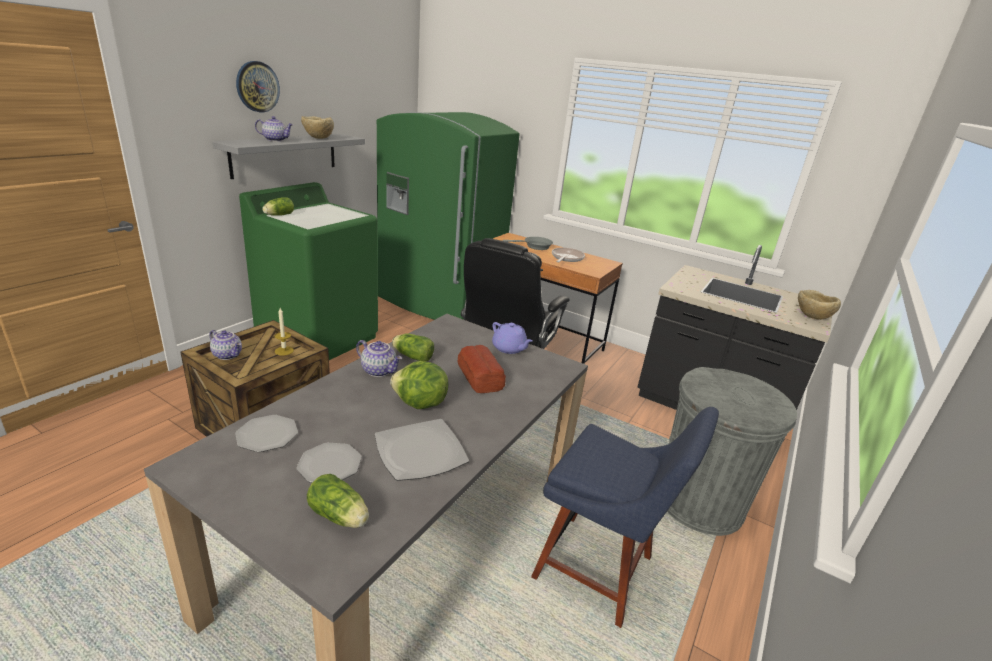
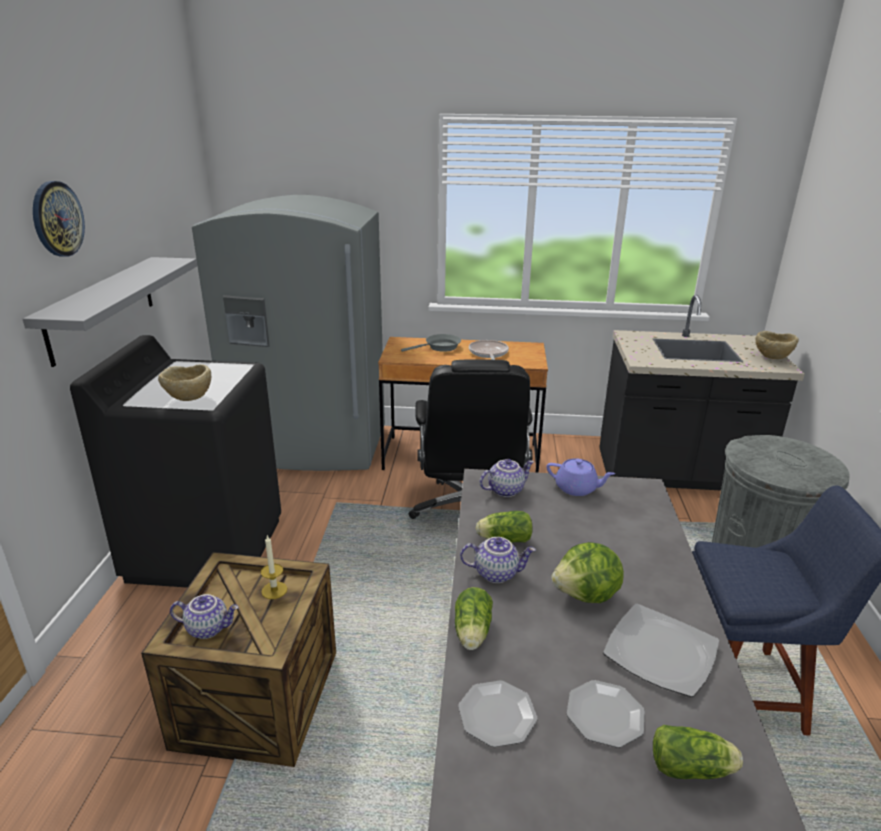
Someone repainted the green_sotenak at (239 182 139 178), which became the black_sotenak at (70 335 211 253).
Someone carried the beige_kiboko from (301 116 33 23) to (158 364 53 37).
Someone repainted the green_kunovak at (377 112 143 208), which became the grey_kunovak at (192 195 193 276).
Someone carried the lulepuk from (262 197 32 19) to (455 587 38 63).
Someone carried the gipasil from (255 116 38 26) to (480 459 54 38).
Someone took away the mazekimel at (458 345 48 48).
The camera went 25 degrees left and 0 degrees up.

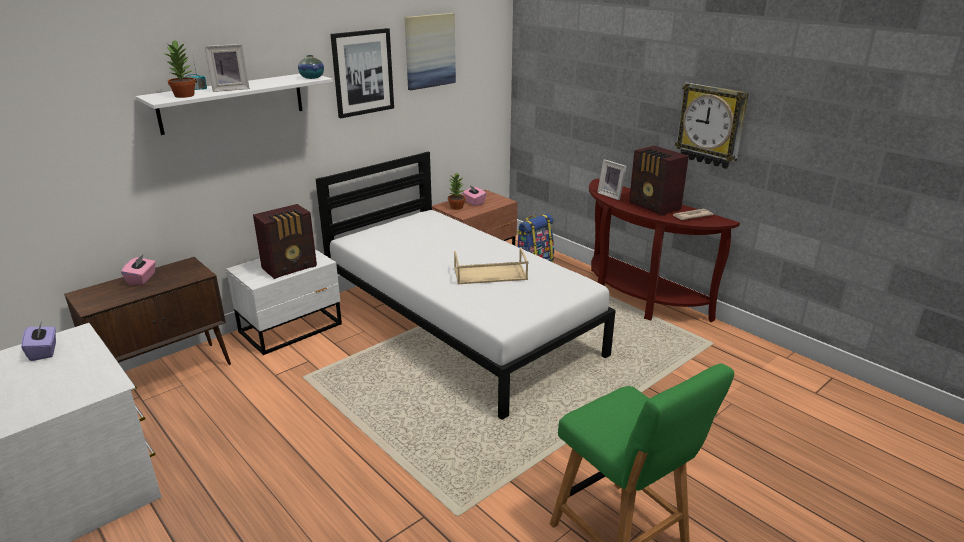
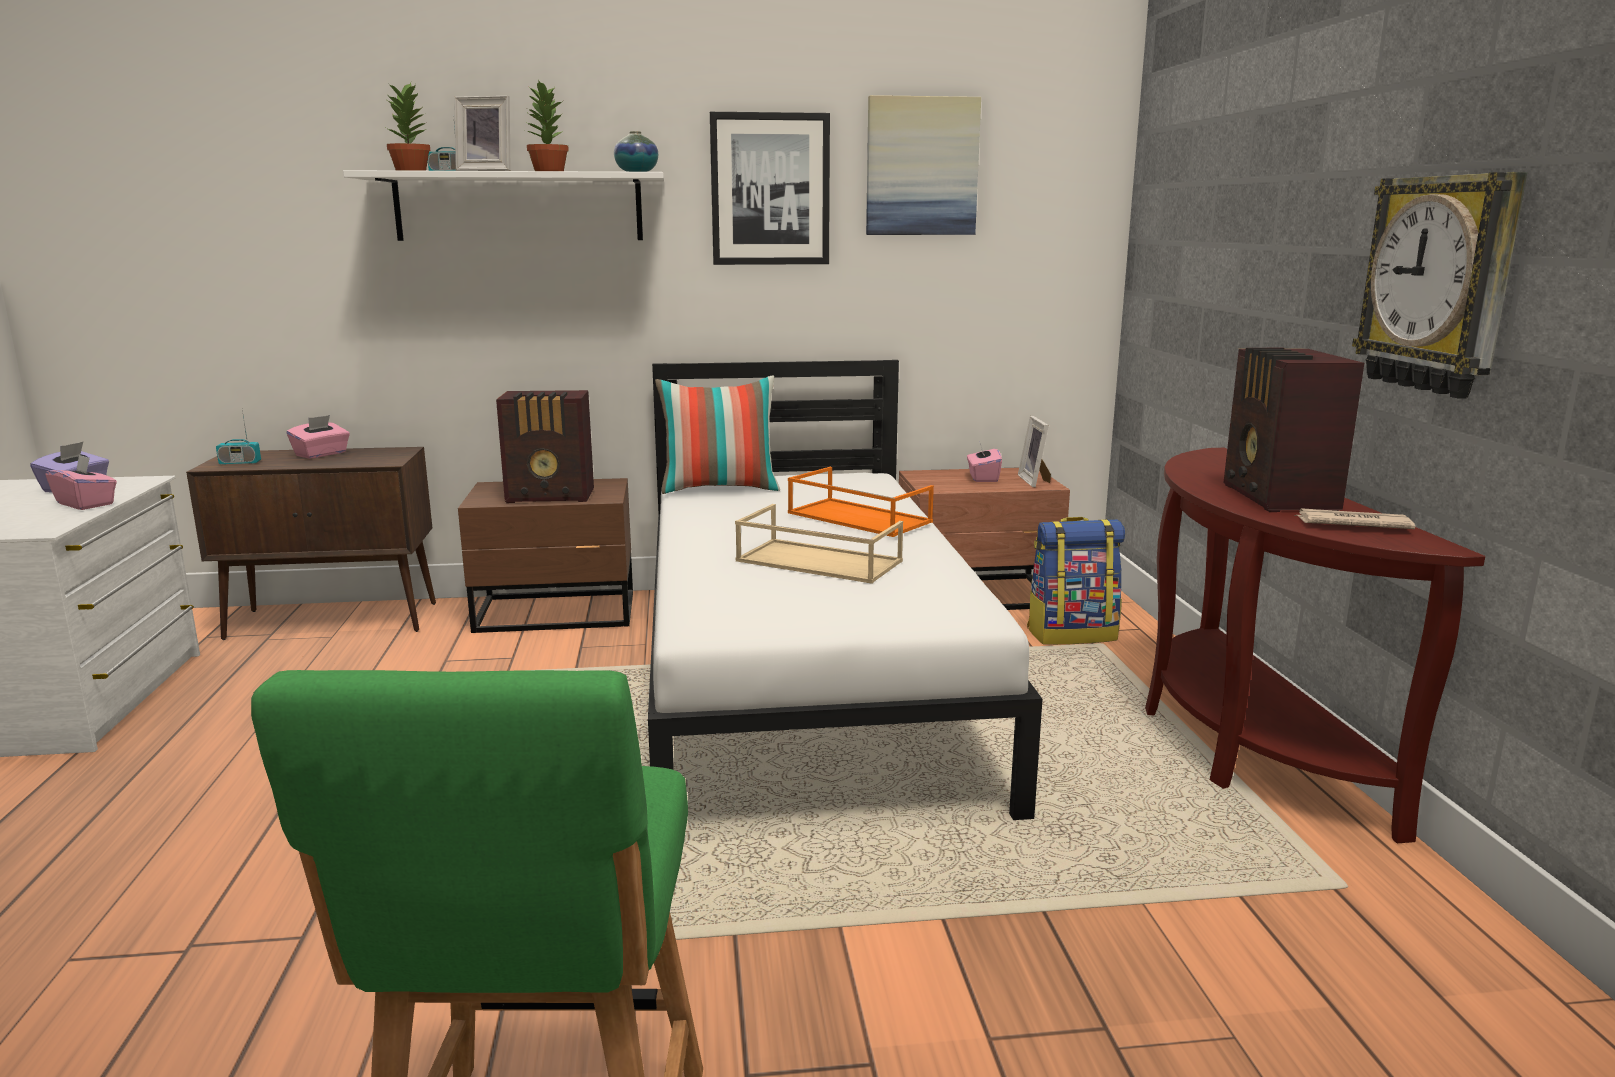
Someone put down the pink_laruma at (45 454 72 56).
Someone put down the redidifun at (216 410 45 55).
Someone repainted the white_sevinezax at (226 249 116 106), which became the brown_sevinezax at (458 478 175 155).
Someone carried the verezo from (448 173 17 37) to (525 81 44 90).
Someone put down the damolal at (655 376 125 118).
Someone put down the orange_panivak at (788 467 146 70).
Someone carried the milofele from (597 159 30 41) to (1018 416 33 71).
The camera went 35 degrees right and 10 degrees down.

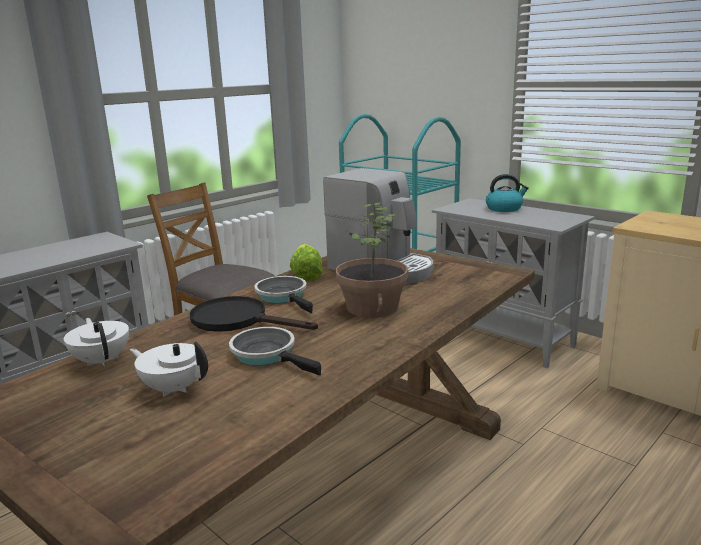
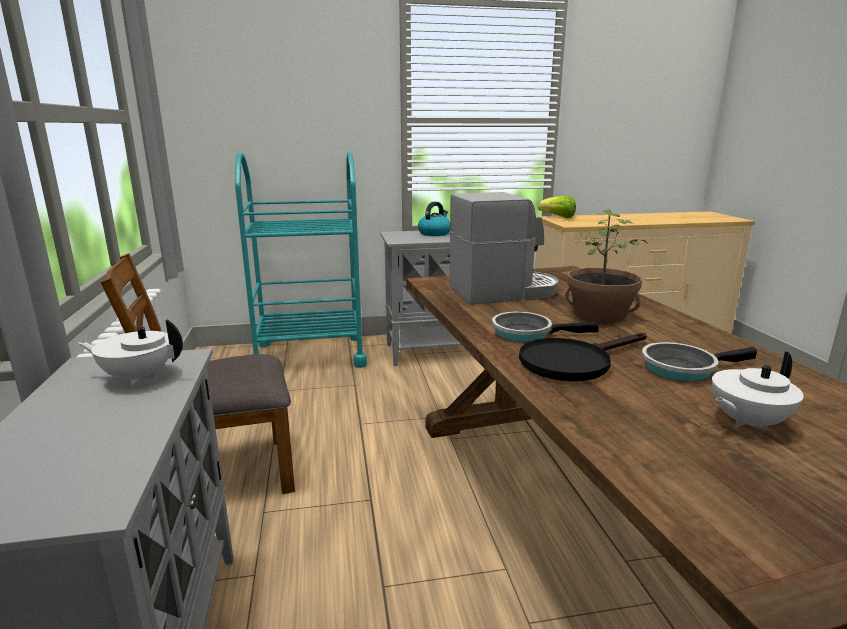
Someone carried the white_gipasil from (64 318 65 49) to (78 319 105 66).
Someone carried the lulepuk from (290 244 33 38) to (538 196 38 22).
The camera went 55 degrees left and 0 degrees up.

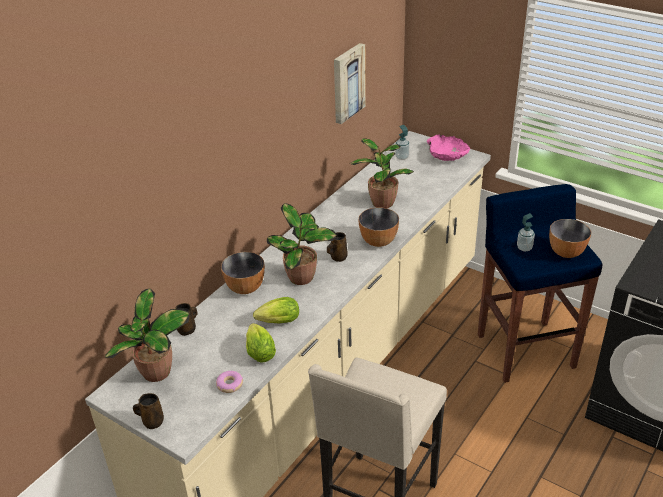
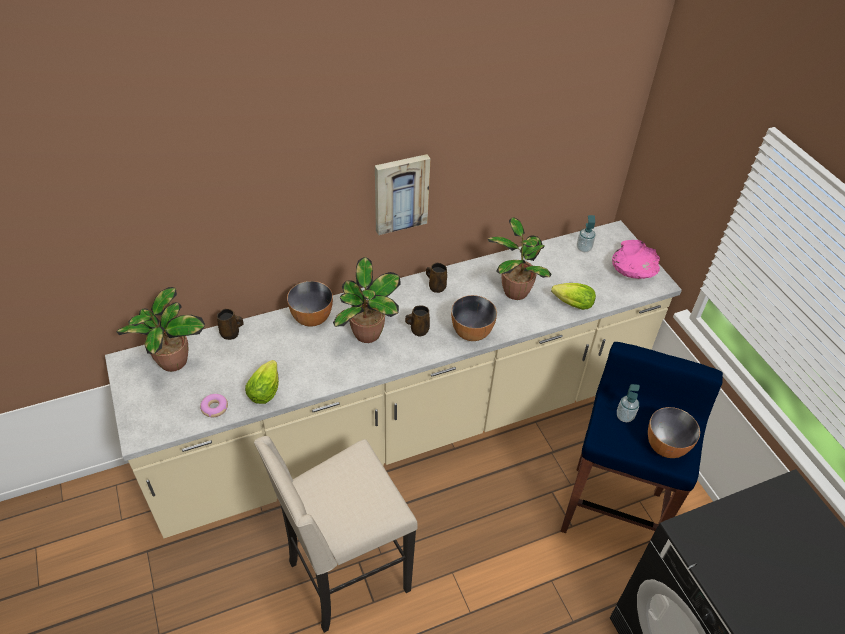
Someone carried the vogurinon from (334 43 32 81) to (375 154 55 81).
Someone carried the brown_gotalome from (133 393 31 36) to (426 263 21 30).
Someone carried the lulepuk from (253 297 46 26) to (551 283 45 27).
The camera went 30 degrees right and 10 degrees up.

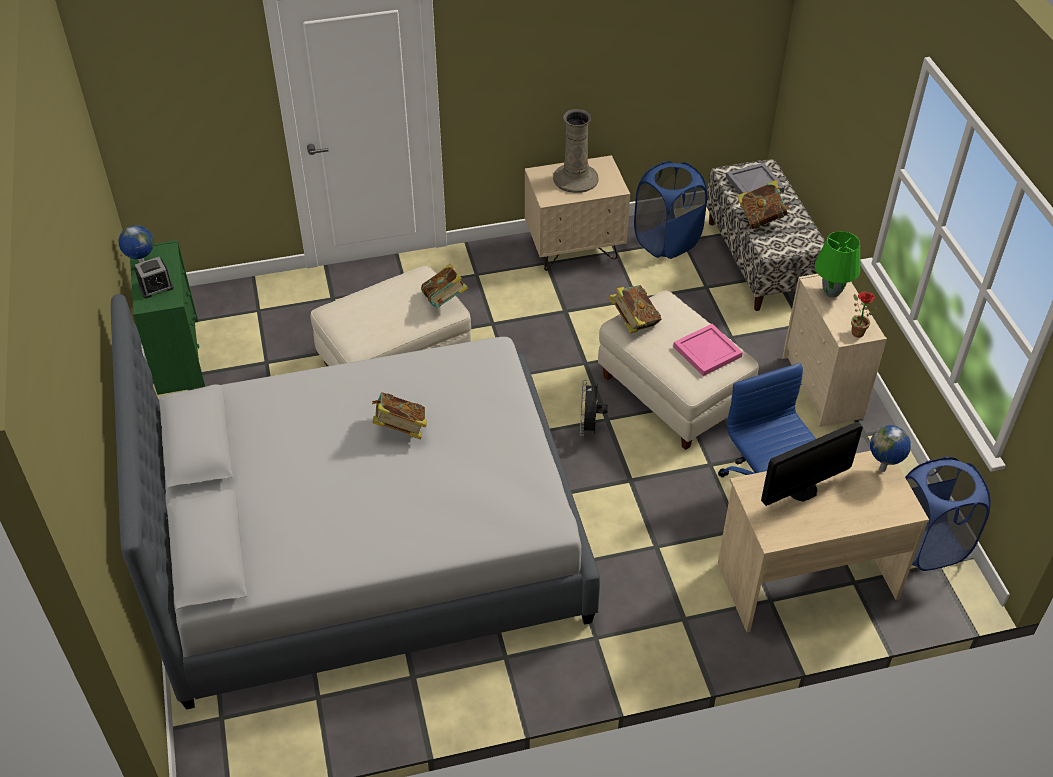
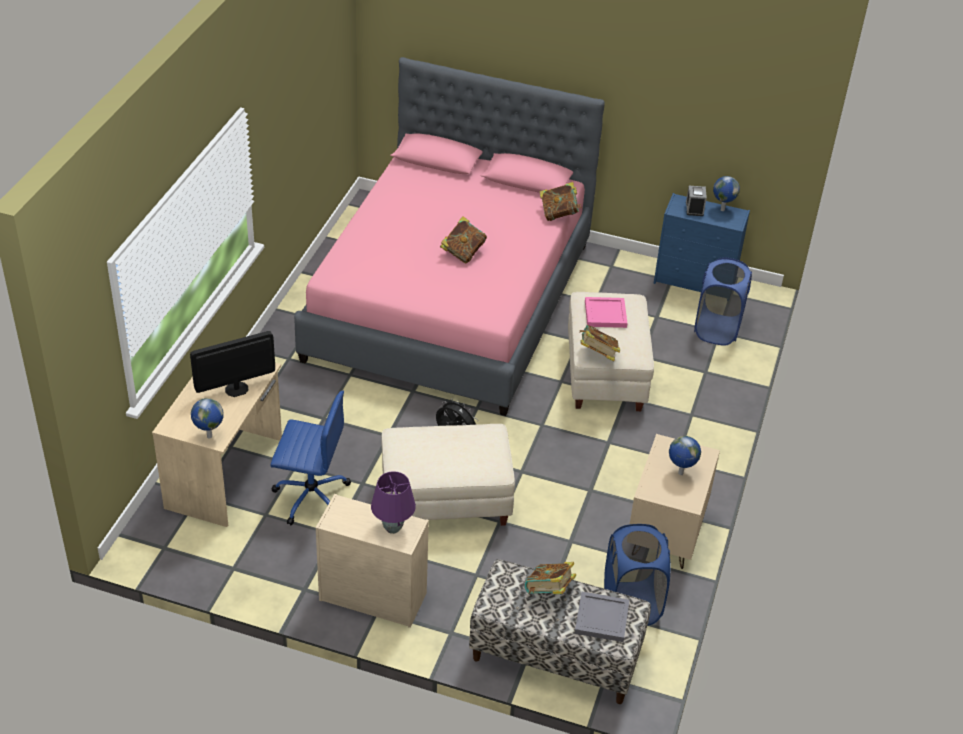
Someone rotated the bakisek at (761 422 102 84) by 60 degrees clockwise.
Someone repainted the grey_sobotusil at (111 294 489 416), which became the pink_sobotusil at (294 57 311 359).
Someone repainted the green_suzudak at (815 231 45 66), which became the purple_suzudak at (371 471 45 63).
Someone carried the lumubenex from (608 285 54 48) to (540 182 42 39).
Someone carried the pink_panivak from (673 324 70 52) to (585 297 42 31).
Someone repainted the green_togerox at (130 240 75 155), which became the blue_togerox at (654 193 96 99).
Someone swapped the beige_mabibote at (553 109 46 84) for the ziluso at (669 436 32 39).
Someone carried the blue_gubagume from (905 457 86 114) to (694 257 58 89).
Someone took away the verezo at (851 291 26 46).
The camera went 120 degrees right and 5 degrees down.

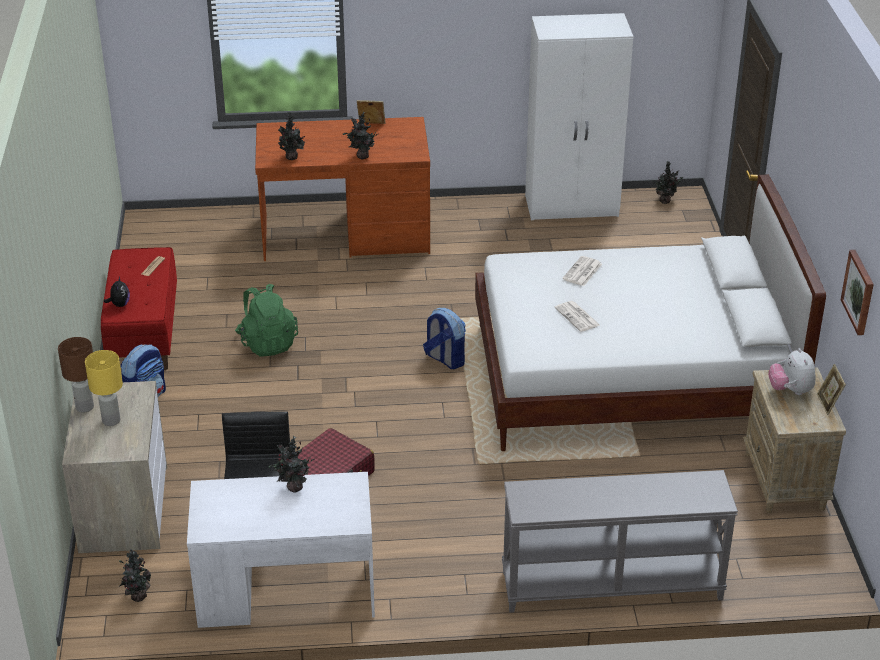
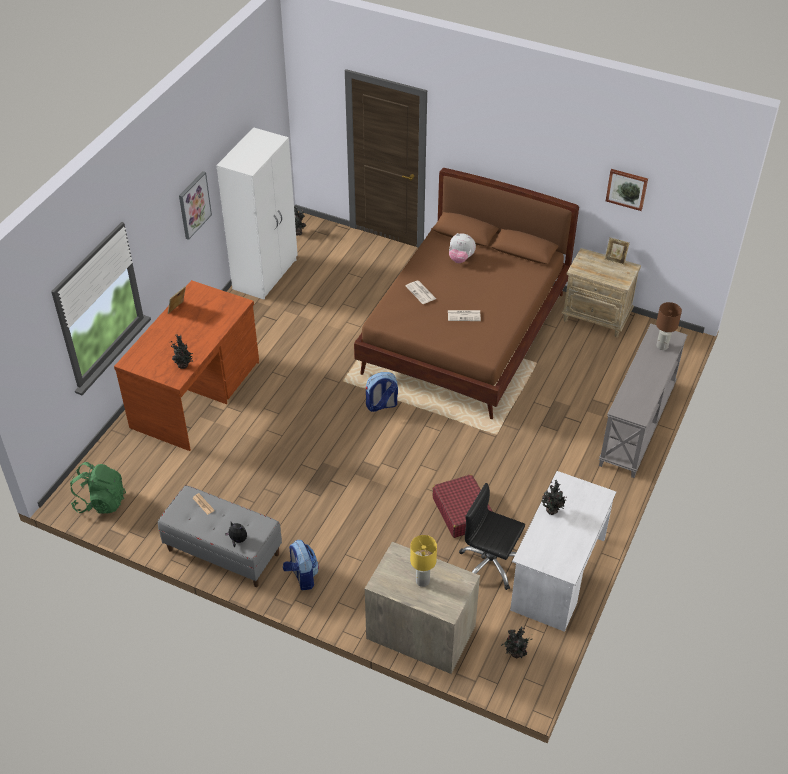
Someone carried the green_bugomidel from (235 283 63 74) to (70 462 56 52).
Someone repainted the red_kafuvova at (101 247 76 123), which became the grey_kafuvova at (158 485 124 102).
Someone put up the vogurinon at (179 171 33 69).
Someone repainted the white_sobotusil at (475 175 351 276), which became the brown_sobotusil at (354 168 225 251).
Someone carried the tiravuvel from (768 348 48 47) to (449 233 27 30).
Someone carried the brown_suzudak from (58 337 36 76) to (656 302 26 48).
Someone took away the verezo at (343 111 35 48).
The camera went 60 degrees left and 10 degrees up.

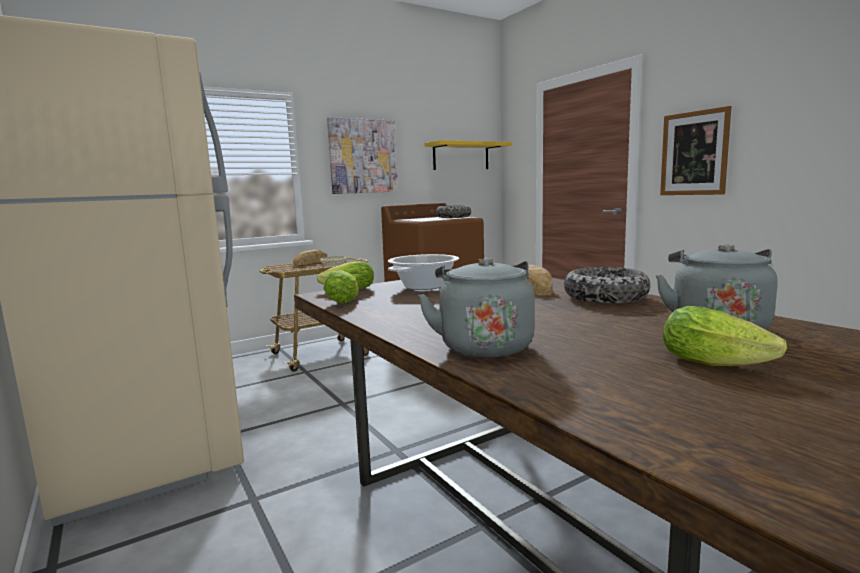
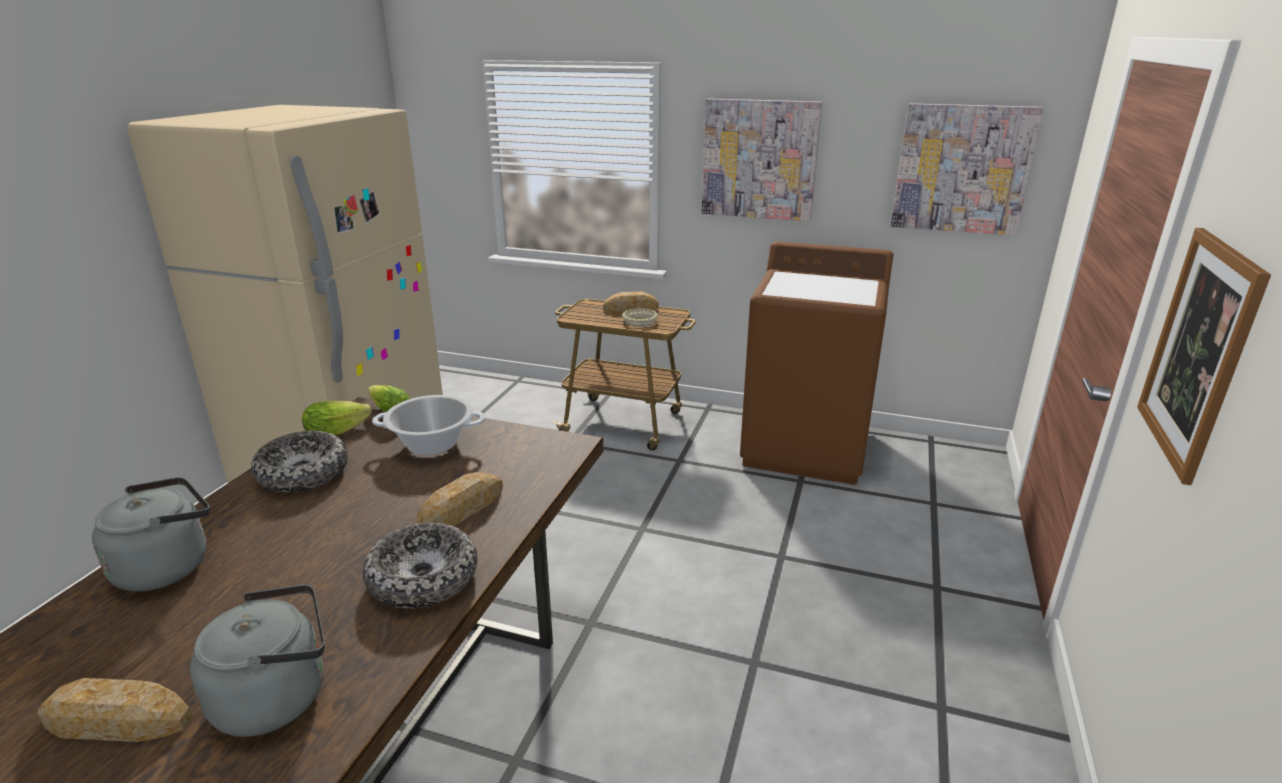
Someone swapped the lulepuk at (663 306 124 60) for the mazekimel at (37 678 156 64).
Someone carried the kiboko from (436 205 35 13) to (251 431 97 61).
Someone swapped the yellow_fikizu at (424 140 88 30) for the vogurinon at (891 103 153 132).
The camera went 50 degrees right and 15 degrees up.

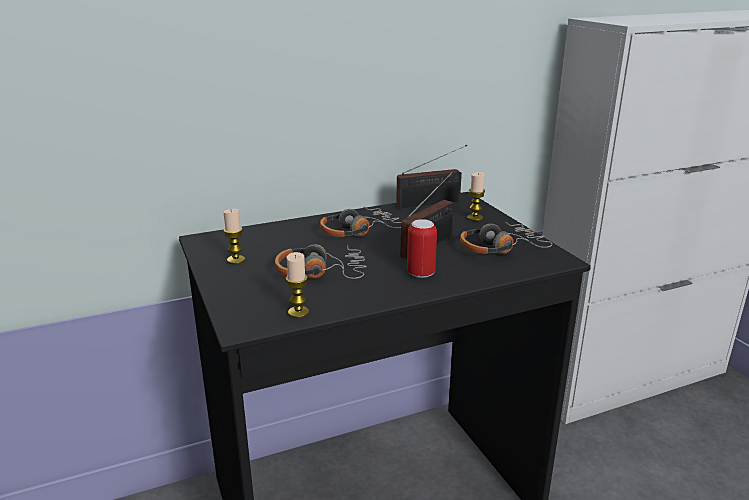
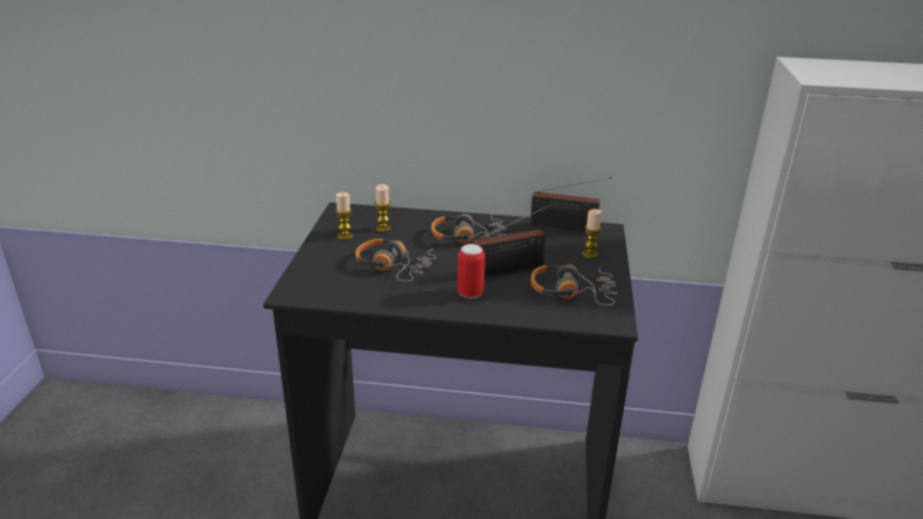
Someone carried the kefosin from (286 252 23 66) to (375 184 16 48).
The camera went 30 degrees right and 5 degrees up.

